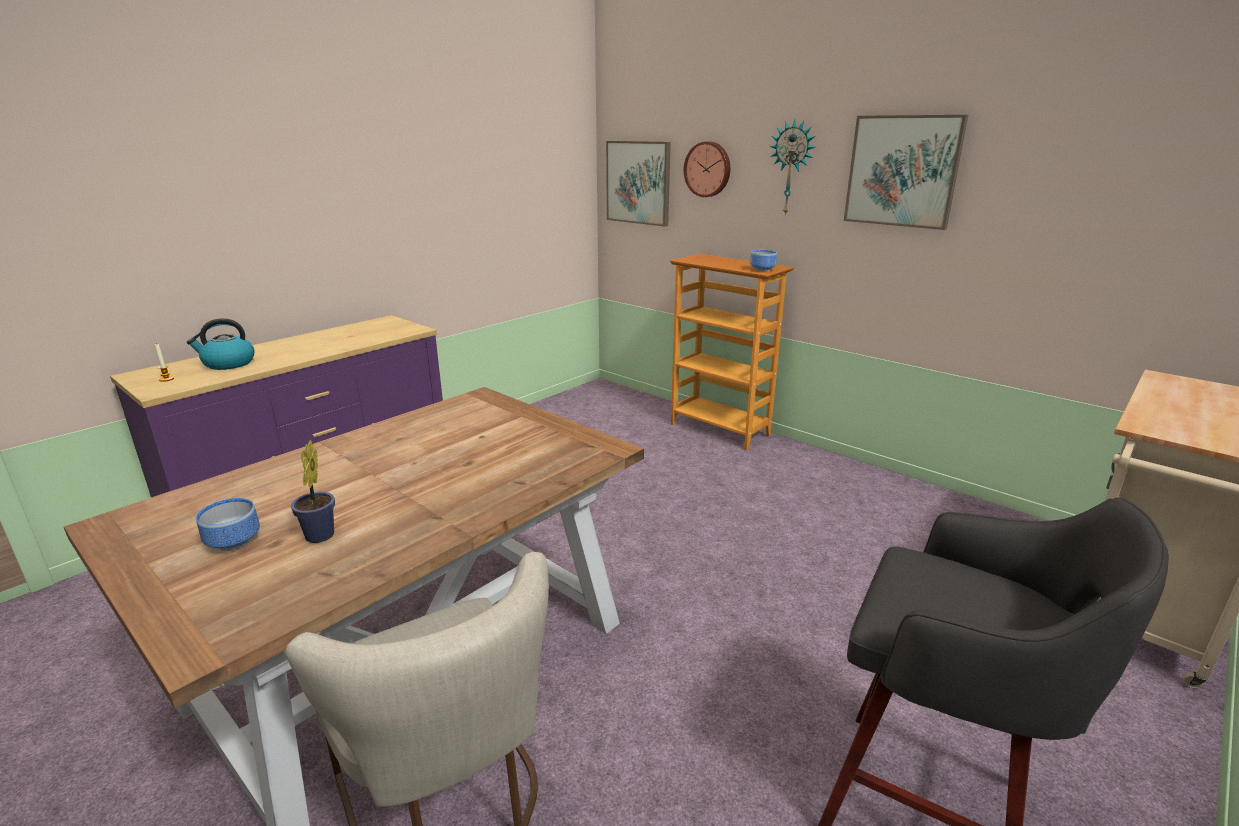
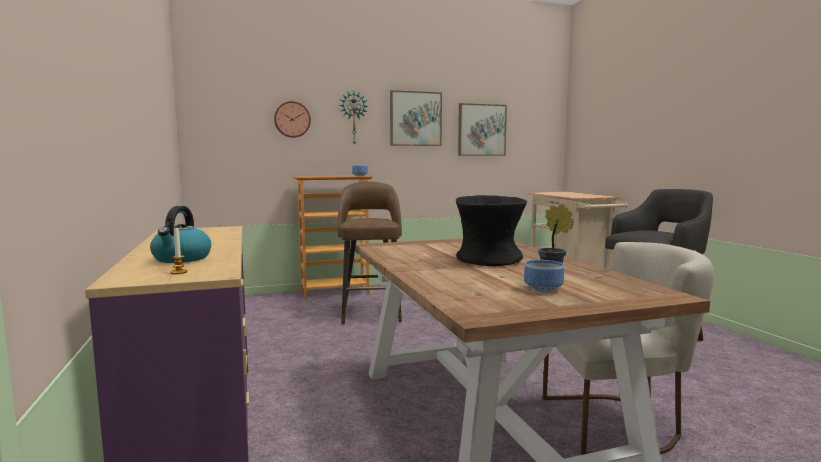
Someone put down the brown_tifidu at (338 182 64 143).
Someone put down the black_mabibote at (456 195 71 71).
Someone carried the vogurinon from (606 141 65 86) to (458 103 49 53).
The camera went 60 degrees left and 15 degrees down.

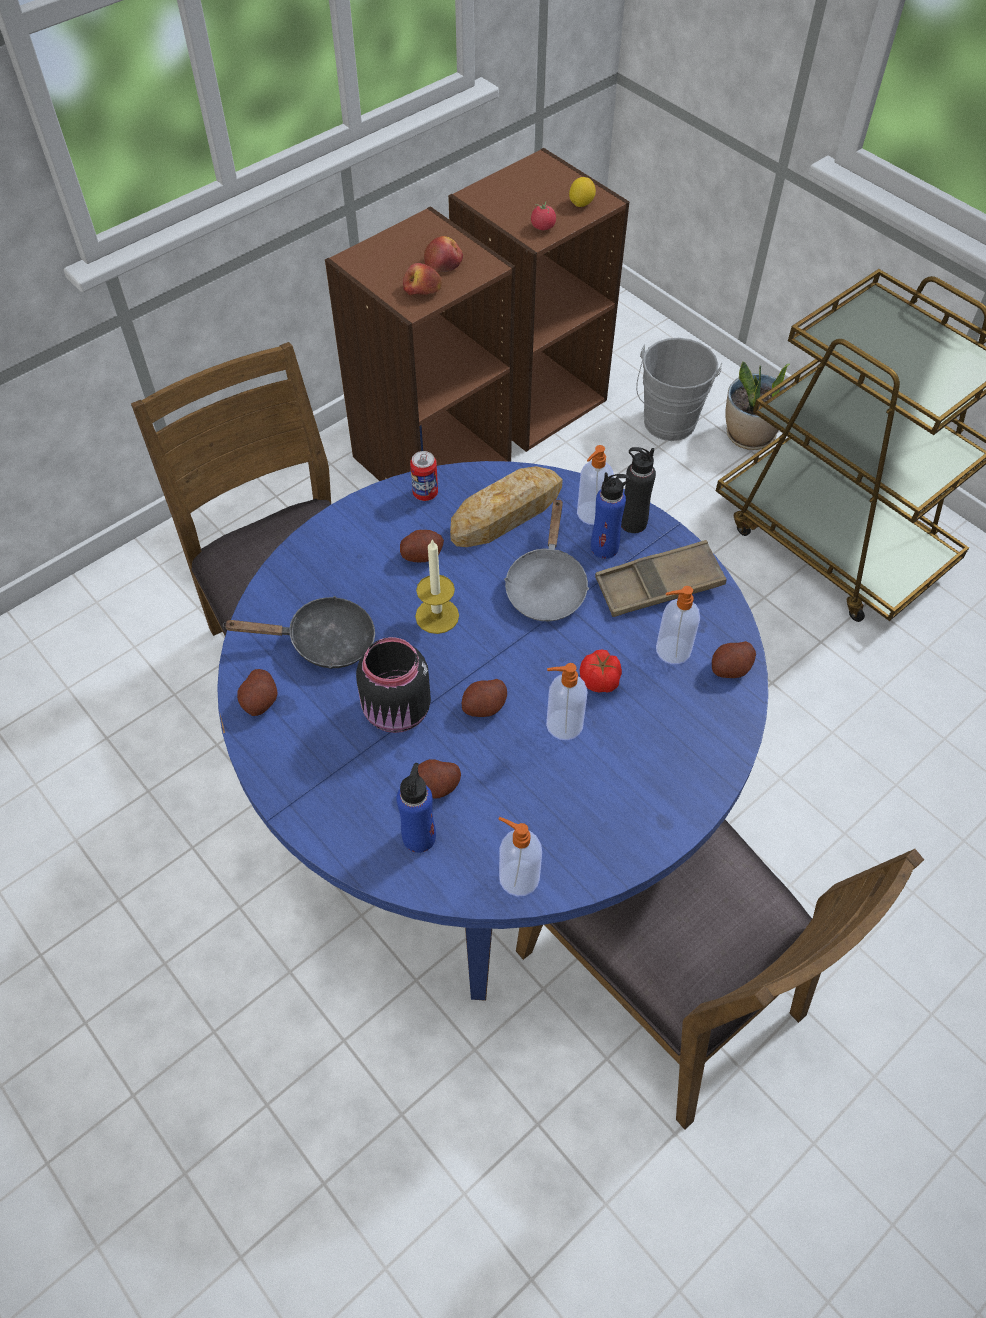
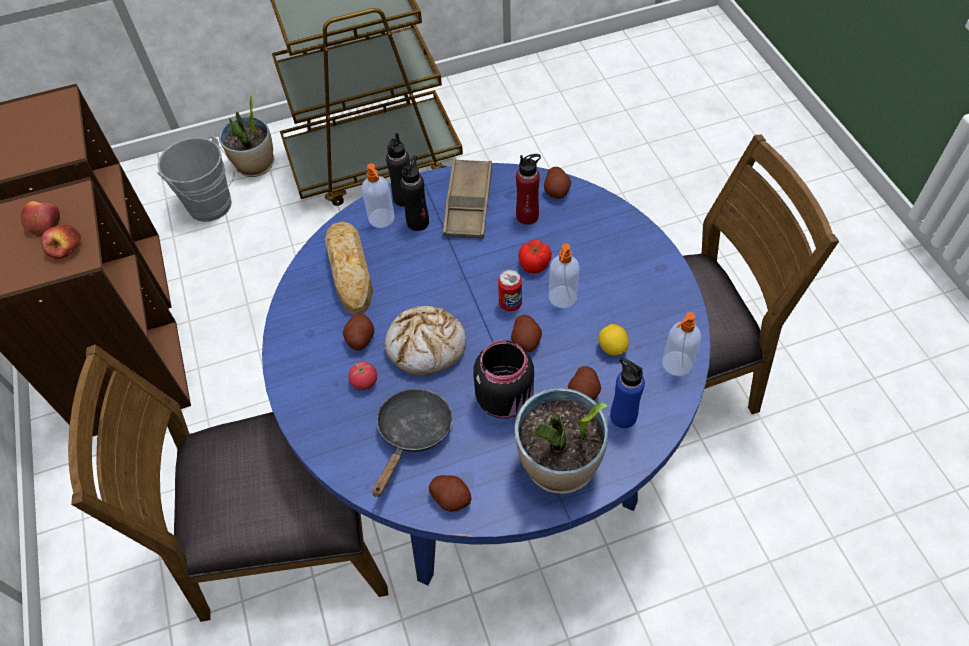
Someone carried the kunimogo from (531 202 25 28) to (348 362 29 28).
Someone swapped the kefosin at (415 539 44 95) for the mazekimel at (385 306 81 70).
Someone repainted the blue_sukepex at (591 473 39 86), which became the black_sukepex at (400 155 29 76).
Someone carried the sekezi from (410 451 28 50) to (498 270 24 42).
Someone put down the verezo at (515 388 93 106).
Someone swapped the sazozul at (656 586 44 78) for the red_sukepex at (516 154 25 71).
Someone carried the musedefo from (569 177 27 30) to (598 324 31 32).
Someone took away the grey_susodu at (504 498 85 123).
The camera went 65 degrees left and 0 degrees up.

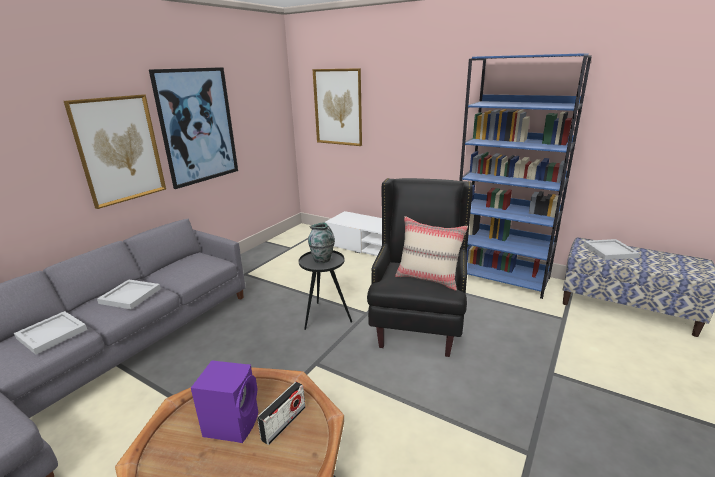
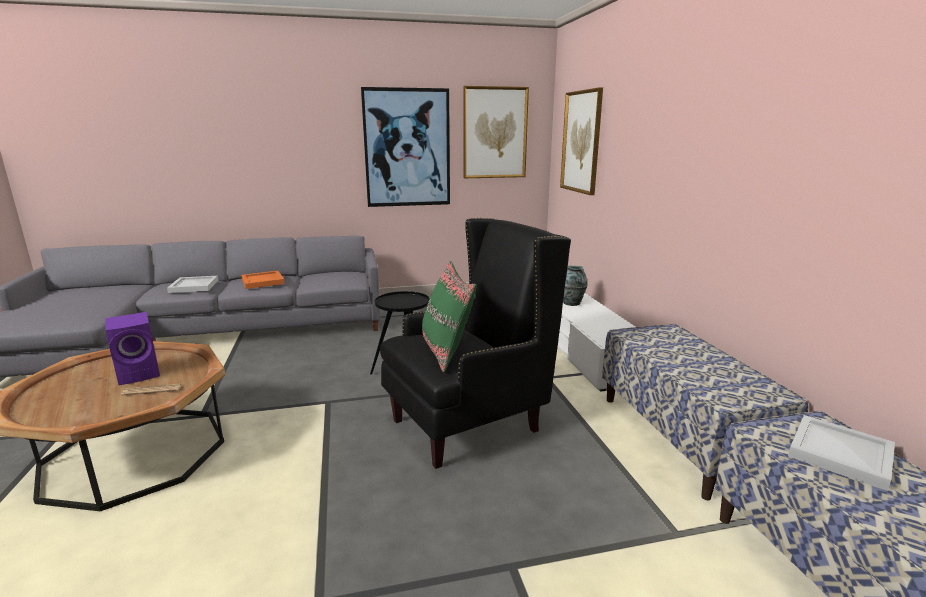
Someone swapped the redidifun at (257 381 49 64) for the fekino at (121 384 62 11).
Someone repainted the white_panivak at (97 279 64 30), which became the orange_panivak at (242 271 43 18).
Someone repainted the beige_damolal at (395 216 73 75), which became the green_damolal at (422 261 55 111).
Someone carried the vogurinon from (64 94 102 115) to (464 86 65 92).
Someone carried the mabibote from (308 222 27 41) to (563 266 25 40).
Someone swapped the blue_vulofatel at (459 53 133 246) for the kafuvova at (602 324 206 176).
The camera went 45 degrees right and 5 degrees down.

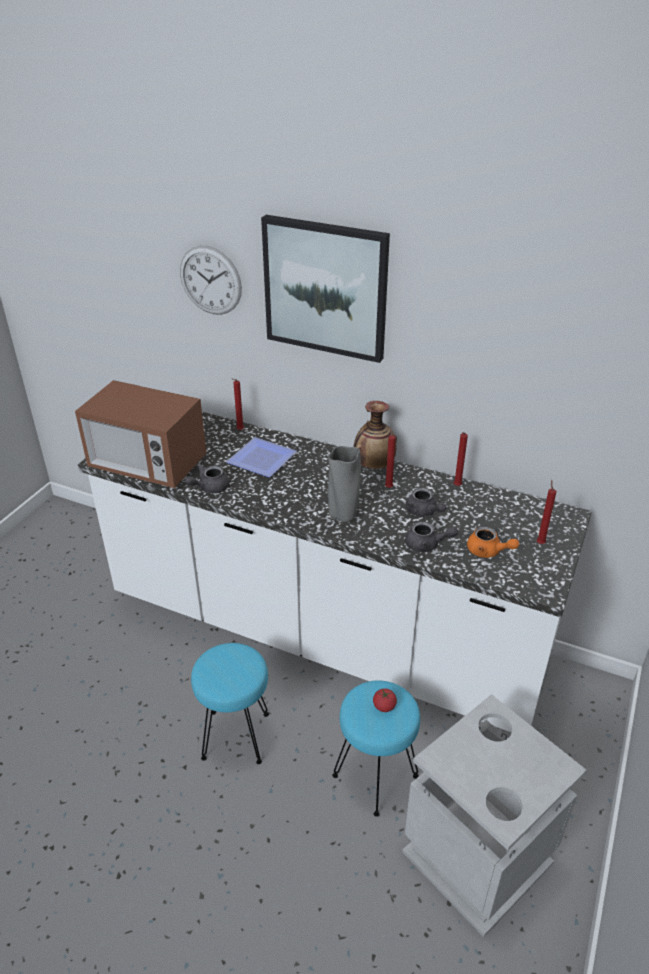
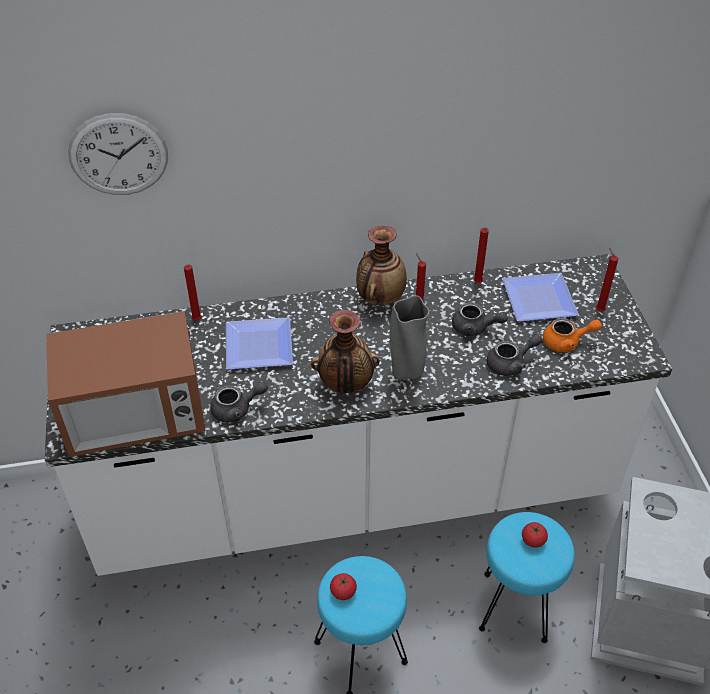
Someone rotated the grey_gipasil at (185 464 45 29) by 120 degrees counterclockwise.
Someone put down the mabibote at (311 310 69 83).
Someone put down the kunimogo at (330 573 27 27).
Someone put down the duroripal at (502 273 77 49).
Someone took away the vogurinon at (261 215 129 148).
The camera went 35 degrees left and 10 degrees up.

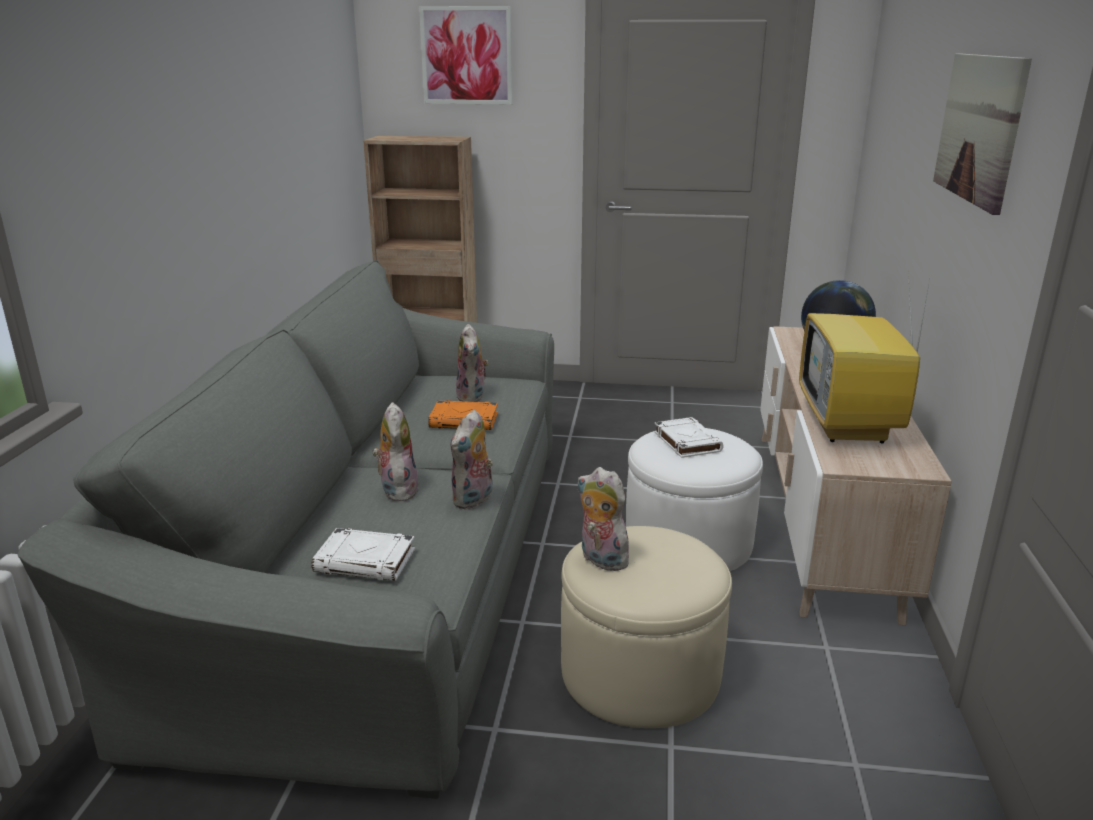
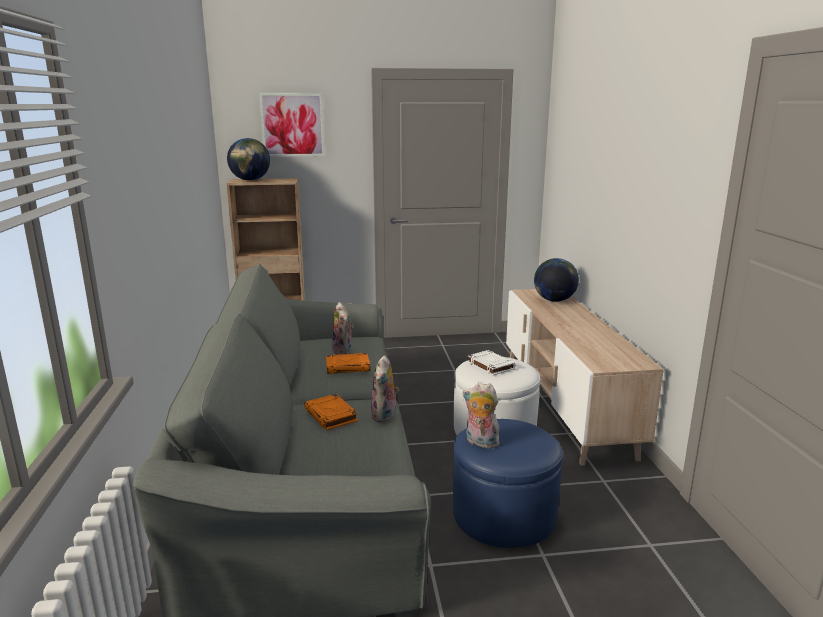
Someone put down the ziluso at (227 138 43 43).
Someone swapped the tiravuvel at (373 402 46 100) for the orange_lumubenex at (304 394 54 36).
Someone repainted the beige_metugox at (561 526 171 202), which became the blue_metugox at (453 419 110 129).
Someone took away the white_lumubenex at (311 528 104 53).
Someone took away the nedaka at (799 272 132 172).
Someone took away the vogurinon at (933 53 99 162).
The camera went 15 degrees left and 5 degrees down.

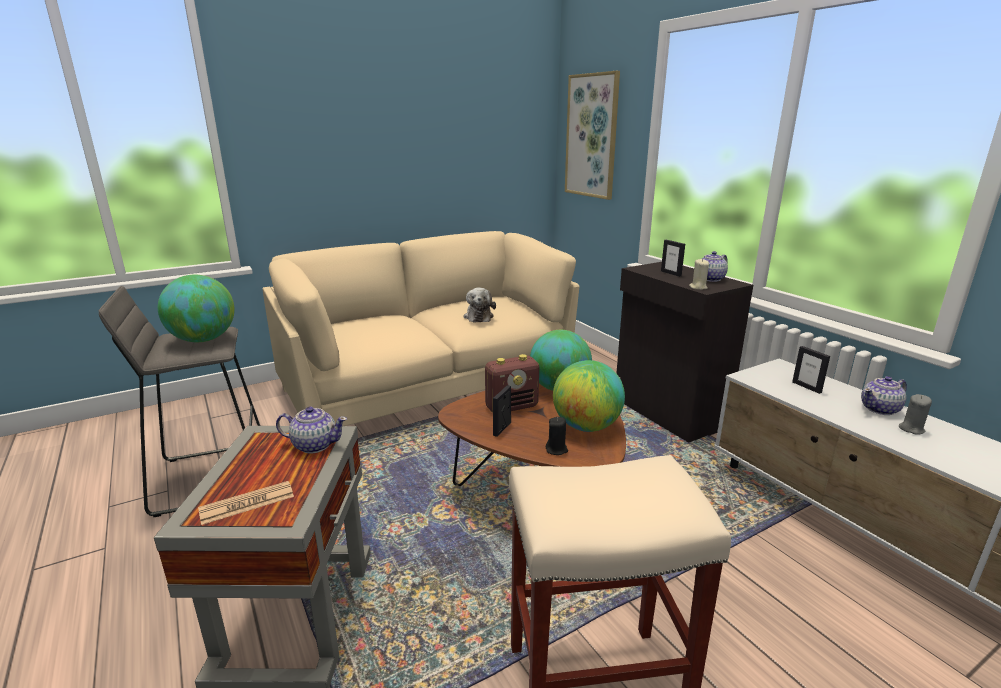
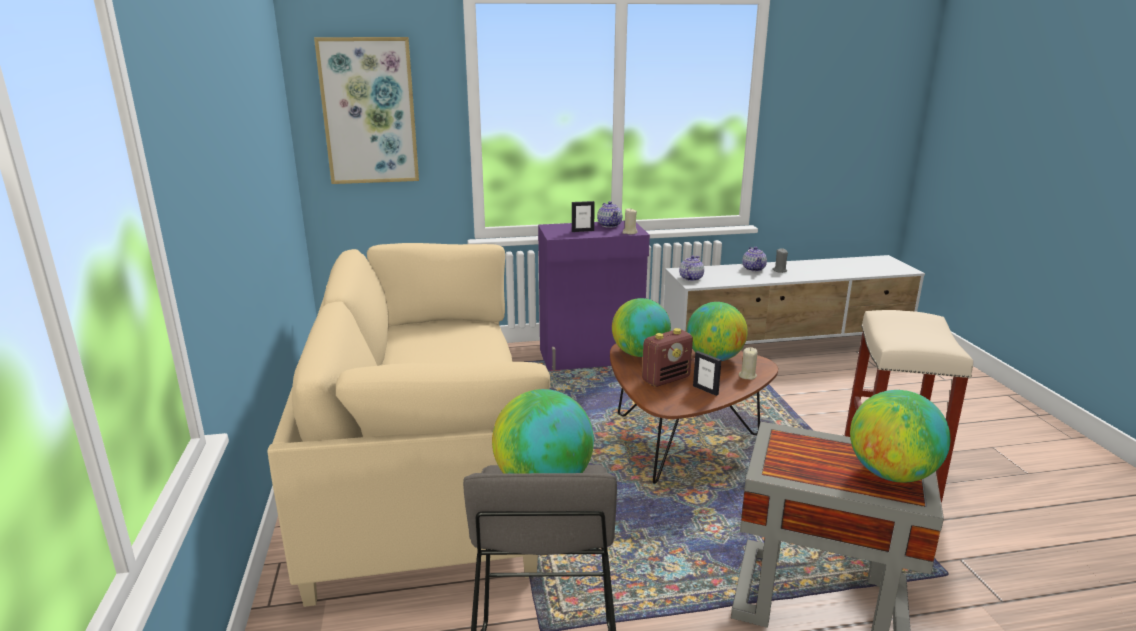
Someone repainted the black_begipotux at (617 262 136 181), which became the purple_begipotux at (538 221 112 150).
Someone rotated the redidifun at (485 354 54 59) by 60 degrees clockwise.
Someone carried the gipasil from (276 406 71 47) to (679 255 25 26).
Someone repainted the black_kefosin at (546 417 22 38), which became the beige_kefosin at (739 347 19 33).
Someone swapped the fekino at (198 481 96 44) for the ziluso at (850 390 100 93).
Someone took away the tiravuvel at (463 288 33 34).
Someone took away the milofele at (792 346 38 48).
The camera went 70 degrees left and 0 degrees up.

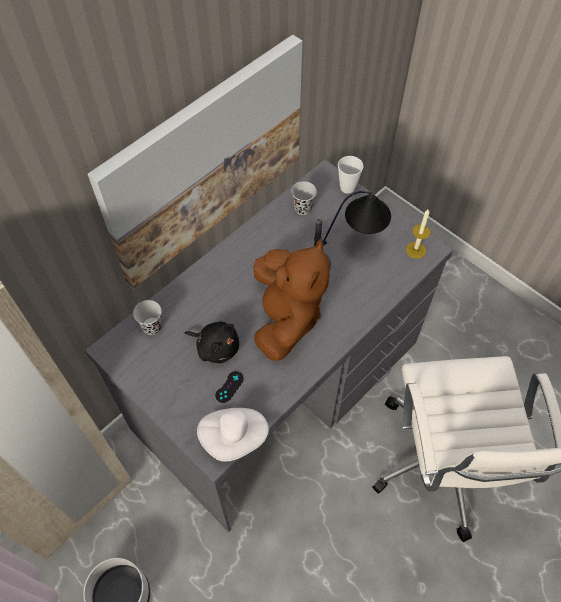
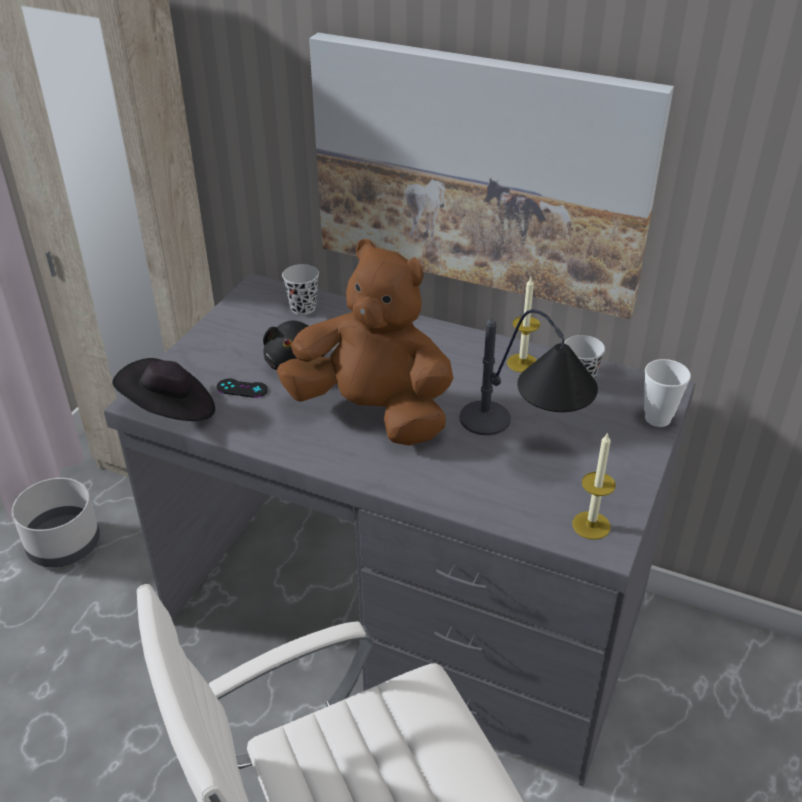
Someone repainted the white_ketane at (197 408 72 54), which became the black_ketane at (112 358 103 63).
Someone rotated the brown_tiravuvel at (254 239 76 122) by 135 degrees counterclockwise.
Someone put down the kefosin at (507 277 33 96).
The camera went 70 degrees right and 20 degrees down.

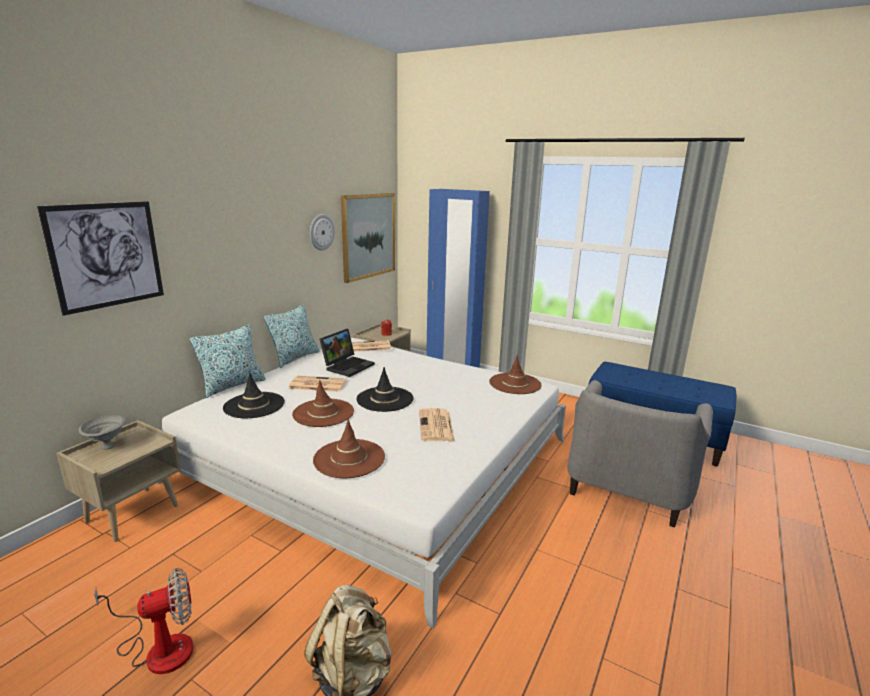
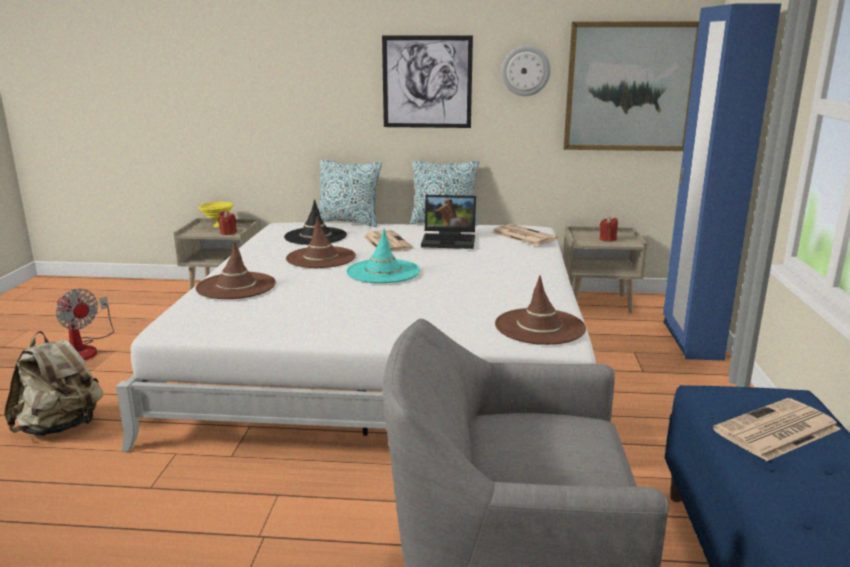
Someone repainted the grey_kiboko at (79 415 47 35), which became the yellow_kiboko at (198 202 36 26).
Someone put down the red_kefosin at (218 211 19 24).
Someone repainted the black_ketane at (357 367 56 45), which became the turquoise_ketane at (346 228 74 55).
Someone carried the vogurinon from (37 201 127 115) to (382 35 91 93).
Someone carried the fekino from (419 408 36 33) to (713 398 128 63).
The camera went 65 degrees right and 0 degrees up.

